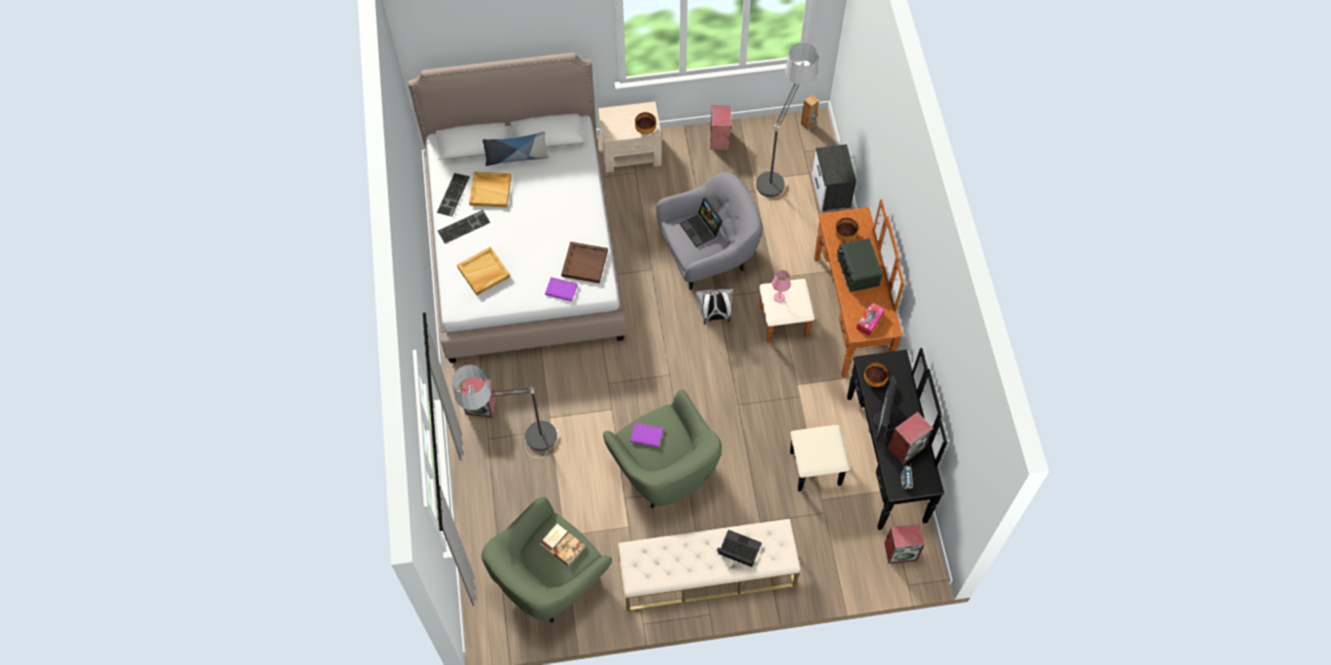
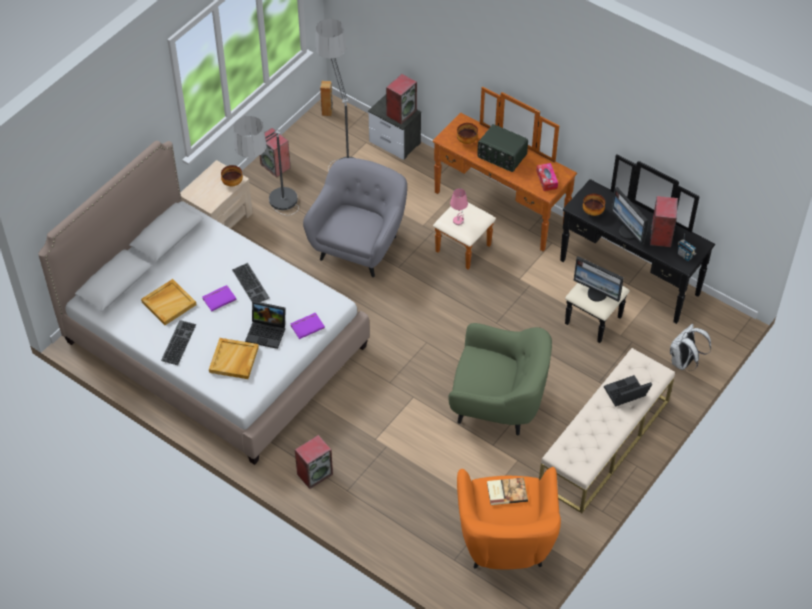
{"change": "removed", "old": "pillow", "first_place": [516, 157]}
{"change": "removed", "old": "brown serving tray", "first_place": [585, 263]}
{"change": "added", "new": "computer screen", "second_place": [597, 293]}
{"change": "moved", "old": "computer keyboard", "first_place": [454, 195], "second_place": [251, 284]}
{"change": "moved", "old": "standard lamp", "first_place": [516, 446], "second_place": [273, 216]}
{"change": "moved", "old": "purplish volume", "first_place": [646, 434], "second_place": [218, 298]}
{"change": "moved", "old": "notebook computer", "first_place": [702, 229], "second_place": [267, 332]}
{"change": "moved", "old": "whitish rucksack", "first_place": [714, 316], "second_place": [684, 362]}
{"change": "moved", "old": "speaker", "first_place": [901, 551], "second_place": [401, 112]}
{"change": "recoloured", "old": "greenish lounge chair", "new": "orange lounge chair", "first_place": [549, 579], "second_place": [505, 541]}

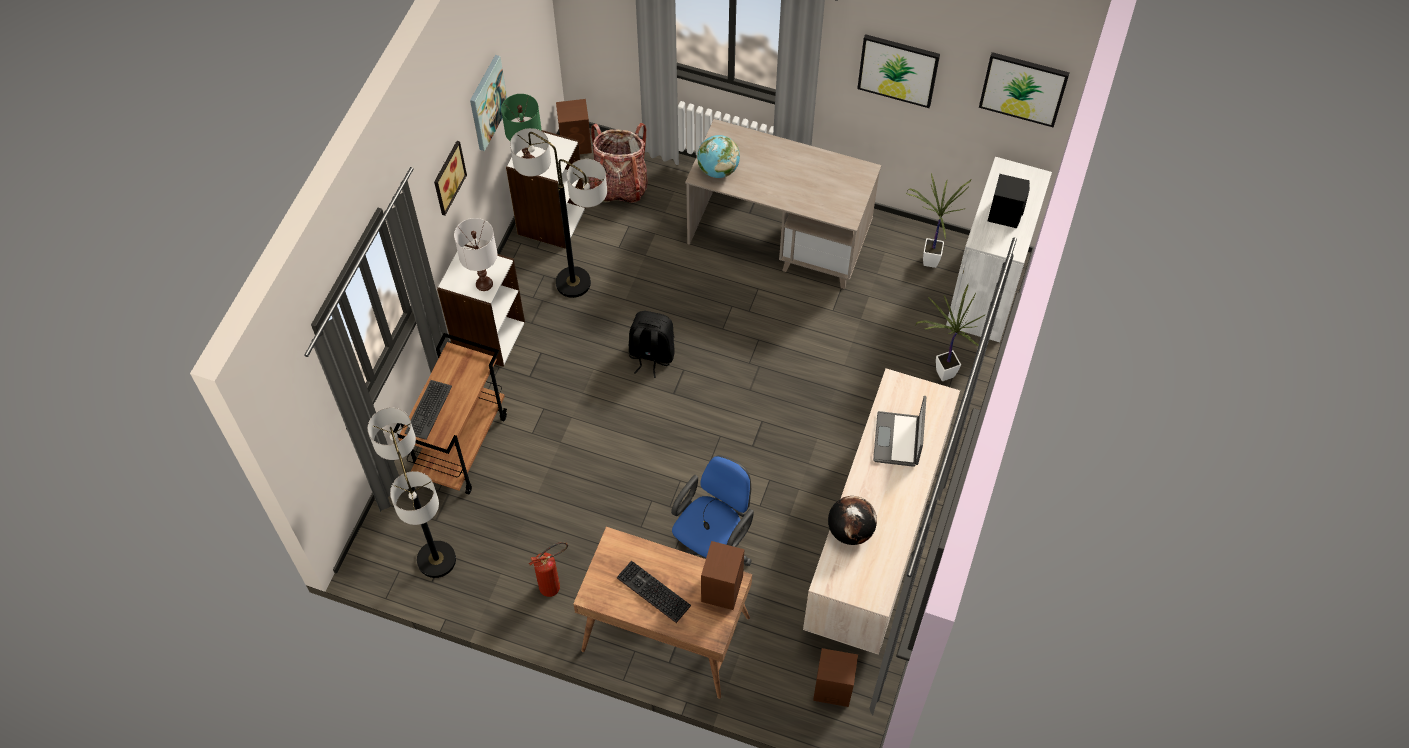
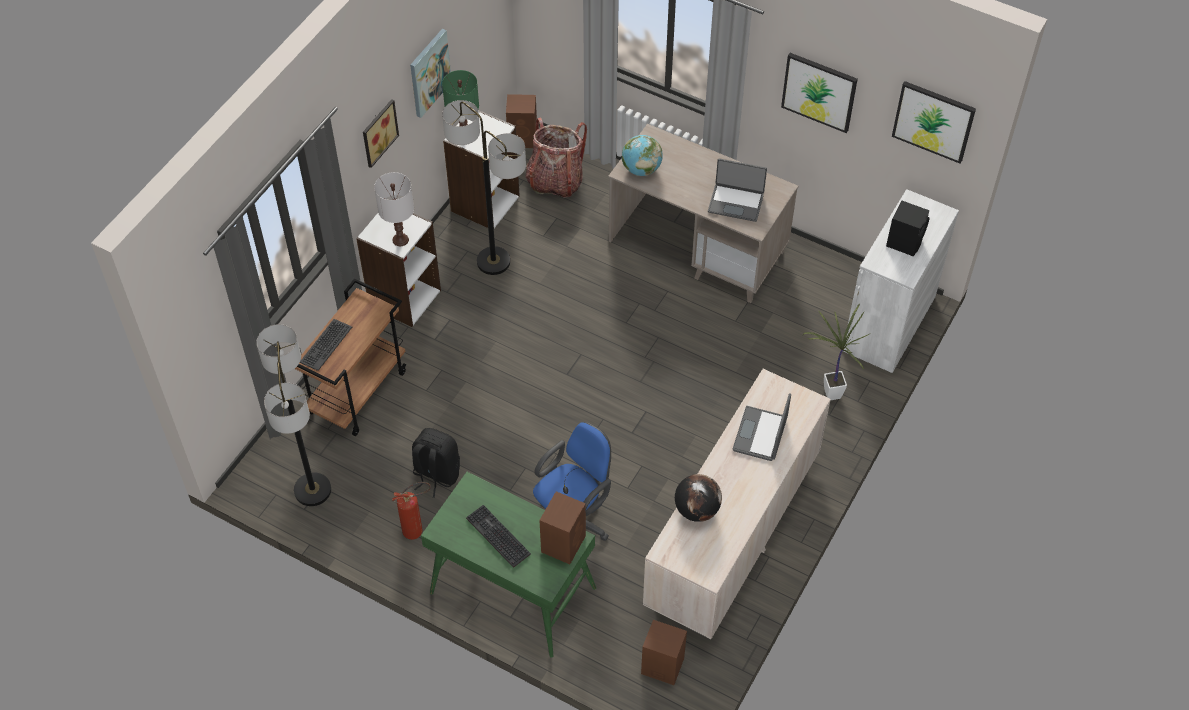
{"change": "removed", "old": "potted plant", "first_place": [927, 259]}
{"change": "added", "new": "notebook computer", "second_place": [736, 202]}
{"change": "moved", "old": "black-coloured rucksack", "first_place": [651, 355], "second_place": [436, 474]}
{"change": "recoloured", "old": "brown desk", "new": "greenish desk", "first_place": [665, 634], "second_place": [512, 591]}

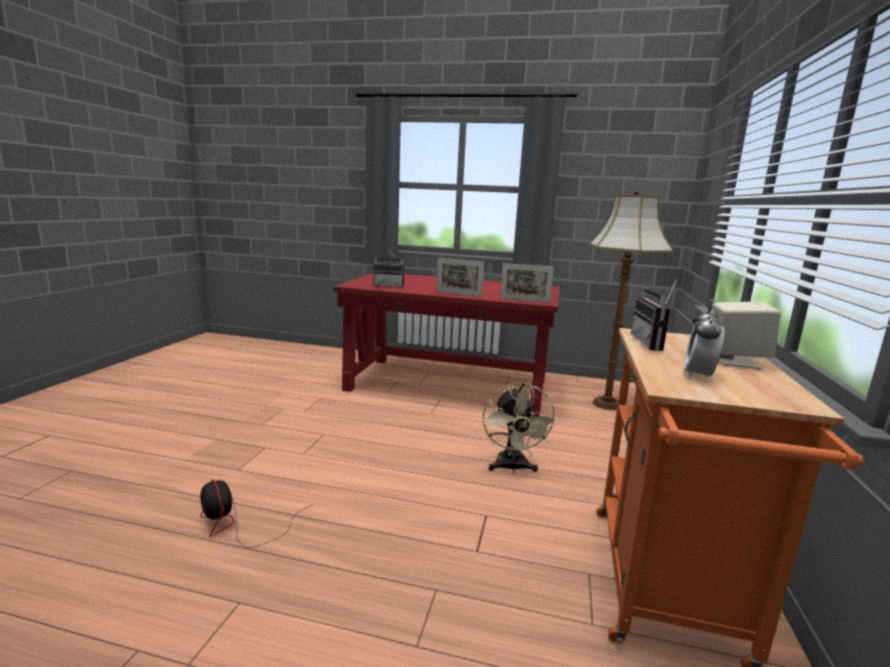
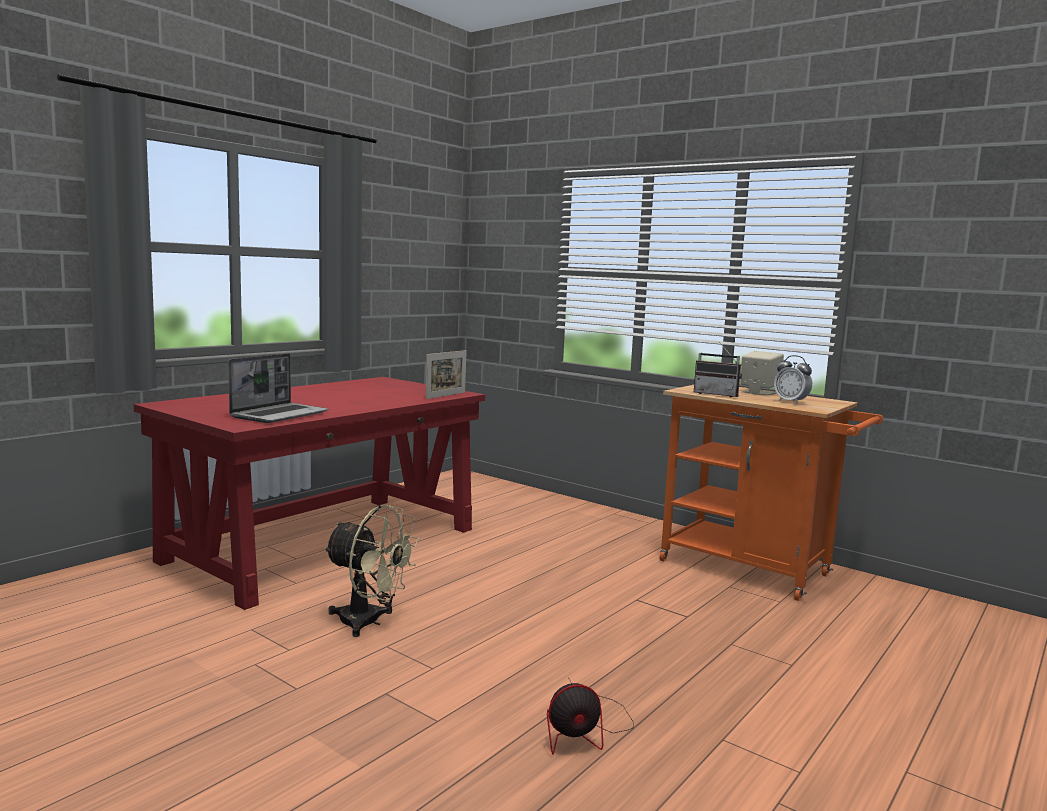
{"change": "removed", "old": "picture frame", "first_place": [458, 294]}
{"change": "removed", "old": "standard lamp", "first_place": [608, 404]}
{"change": "moved", "old": "beige cooling fan", "first_place": [512, 468], "second_place": [369, 622]}
{"change": "replaced", "old": "radio receiver", "new": "notebook computer", "first_place": [389, 286], "second_place": [280, 414]}

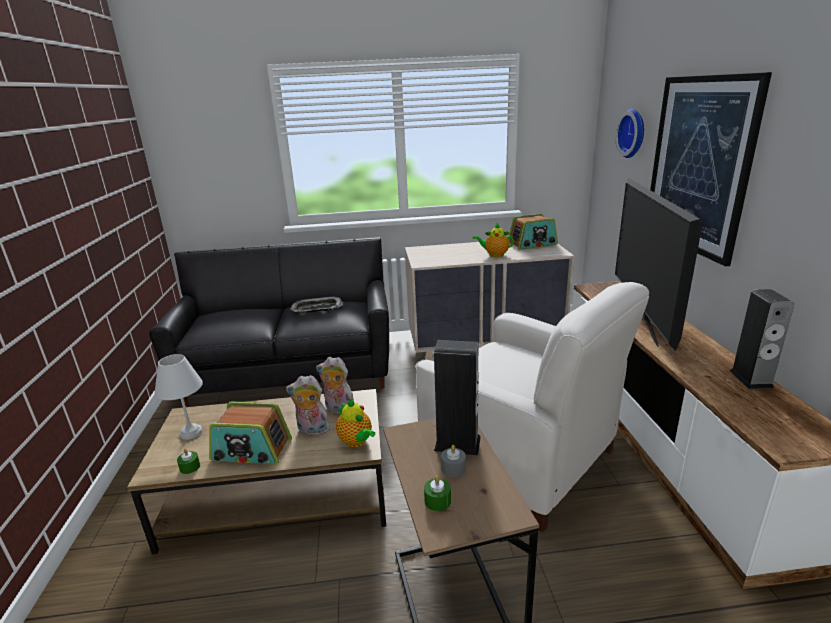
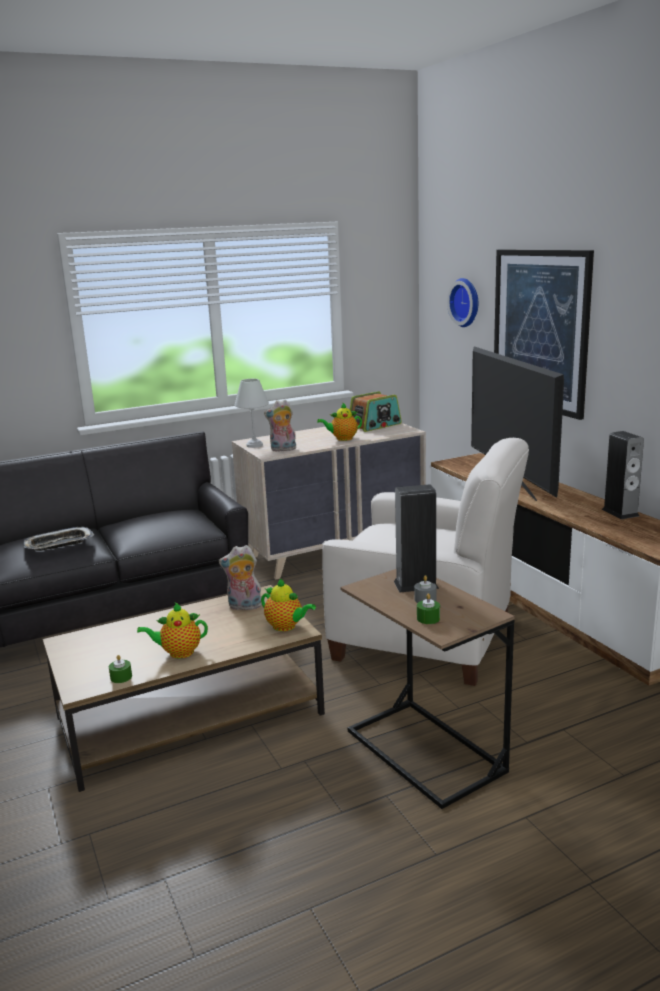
{"change": "moved", "old": "whitish lamp for a table", "first_place": [190, 432], "second_place": [253, 445]}
{"change": "moved", "old": "soft toy", "first_place": [312, 430], "second_place": [283, 450]}
{"change": "moved", "old": "serving tray", "first_place": [316, 309], "second_place": [58, 544]}
{"change": "replaced", "old": "radio receiver", "new": "pot for tea", "first_place": [251, 450], "second_place": [178, 653]}

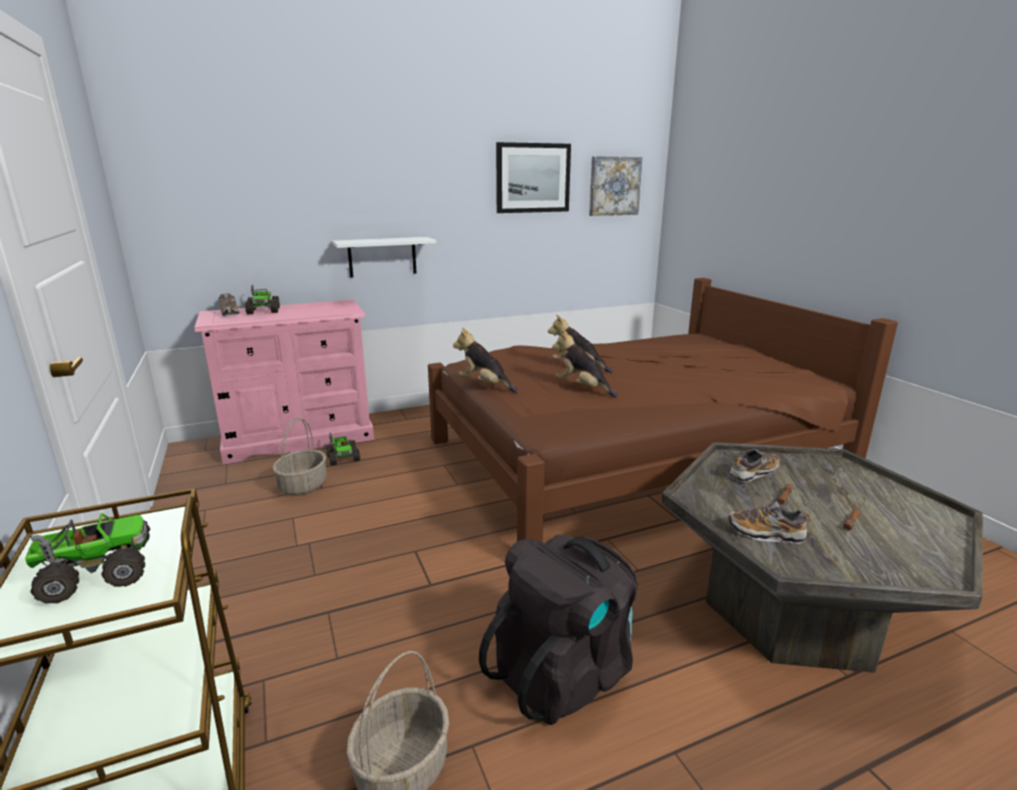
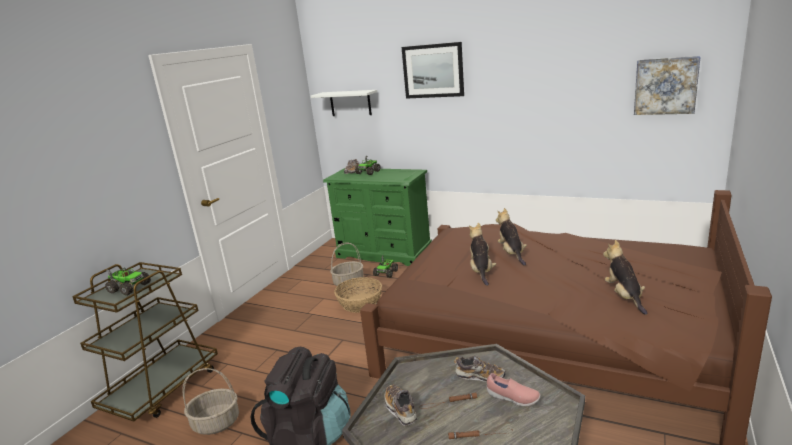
{"change": "added", "new": "storage basket", "second_place": [360, 303]}
{"change": "added", "new": "pinkish low shoe", "second_place": [512, 398]}
{"change": "moved", "old": "whitish bracket shelf", "first_place": [382, 257], "second_place": [350, 103]}
{"change": "moved", "old": "soft toy", "first_place": [485, 385], "second_place": [624, 296]}
{"change": "moved", "old": "wall art", "first_place": [533, 178], "second_place": [433, 71]}
{"change": "recoloured", "old": "pinkish chest of drawers", "new": "greenish chest of drawers", "first_place": [299, 438], "second_place": [384, 253]}

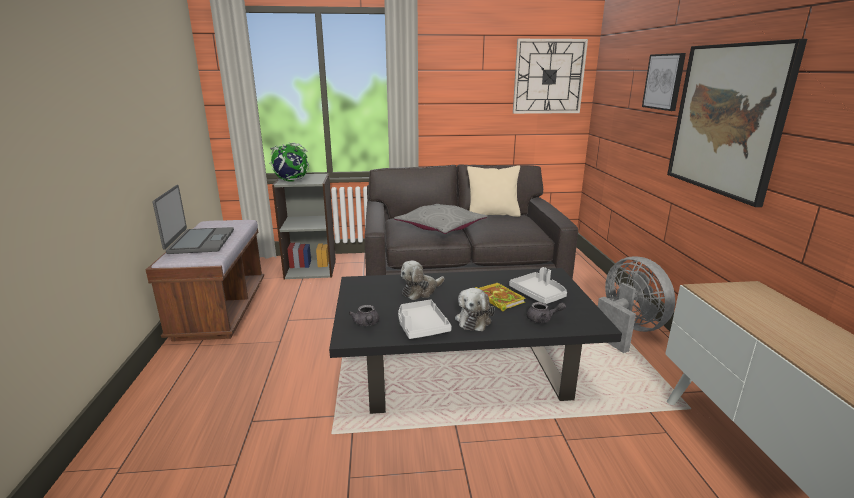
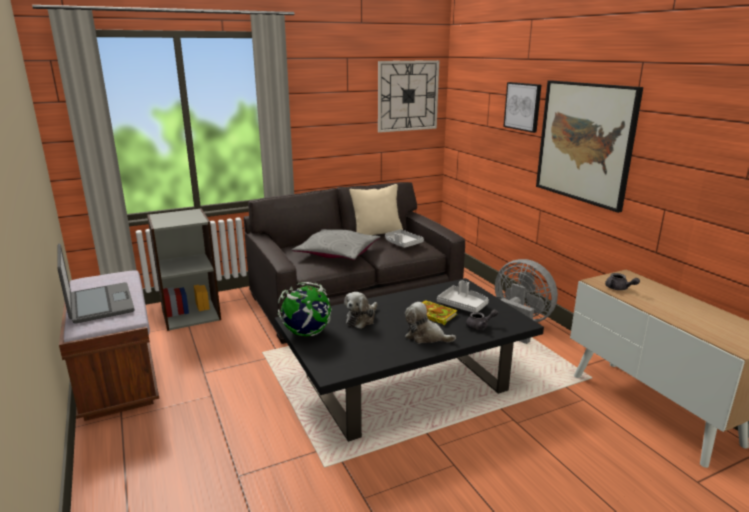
{"change": "moved", "old": "globe", "first_place": [291, 181], "second_place": [306, 333]}
{"change": "moved", "old": "grey pot for tea", "first_place": [366, 324], "second_place": [619, 288]}
{"change": "moved", "old": "grey serving tray", "first_place": [421, 326], "second_place": [402, 243]}
{"change": "turned", "old": "soft toy", "first_place": [474, 319], "second_place": [426, 336], "degrees": 120}

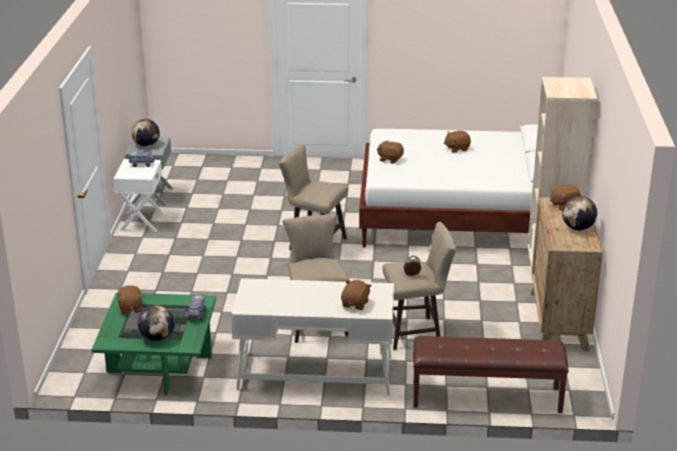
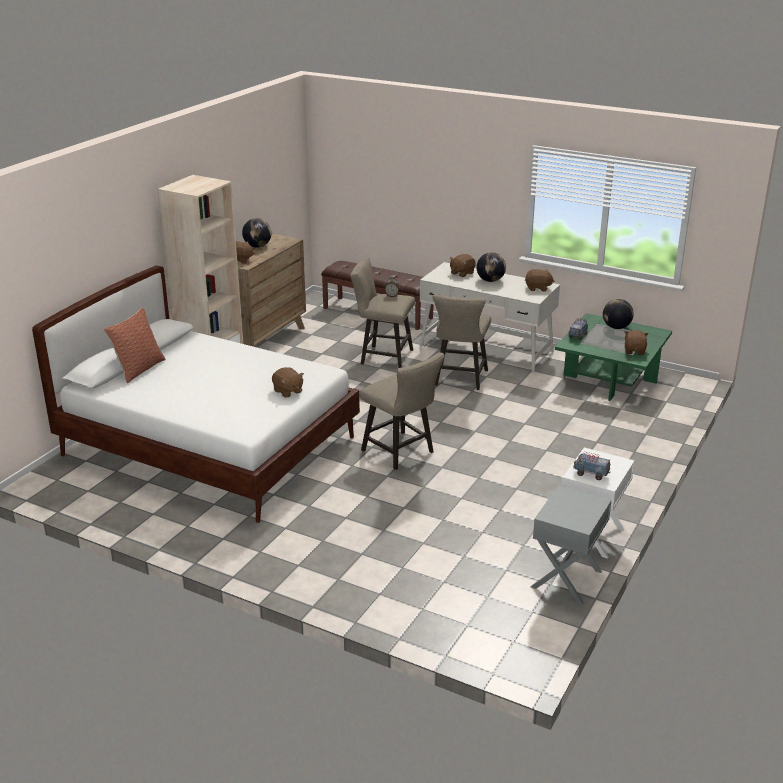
{"change": "added", "new": "pillow", "second_place": [138, 369]}
{"change": "moved", "old": "globe", "first_place": [146, 145], "second_place": [490, 280]}
{"change": "moved", "old": "brown soft toy", "first_place": [457, 148], "second_place": [538, 288]}

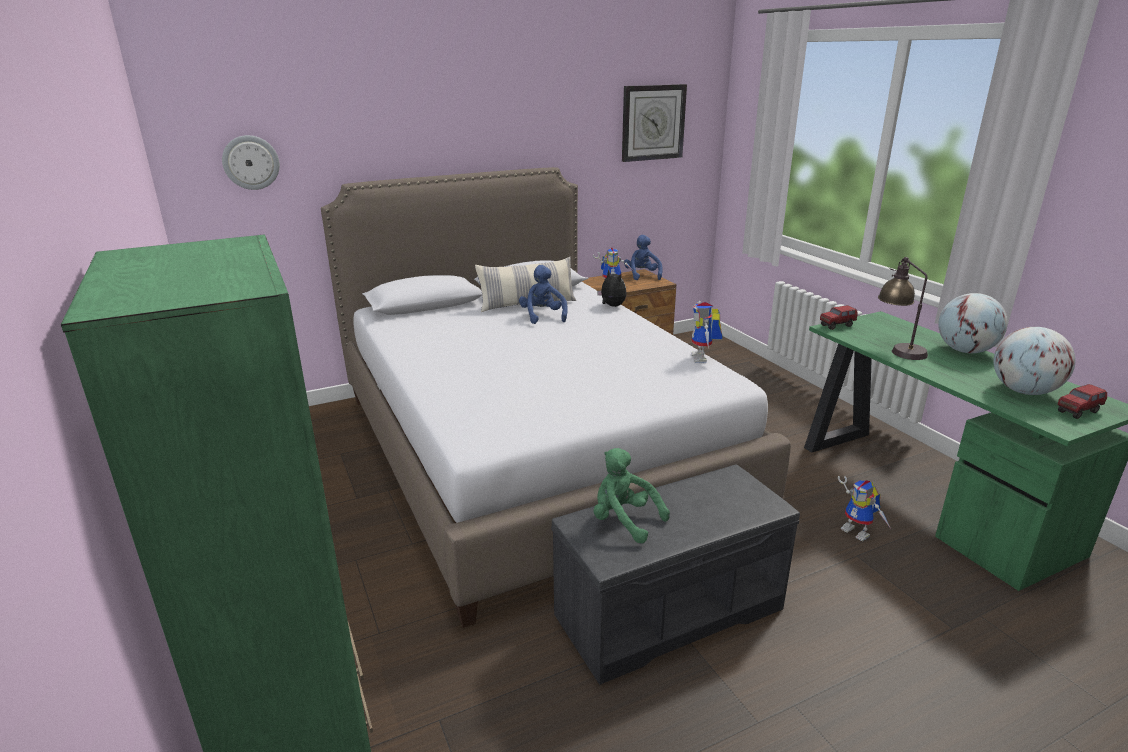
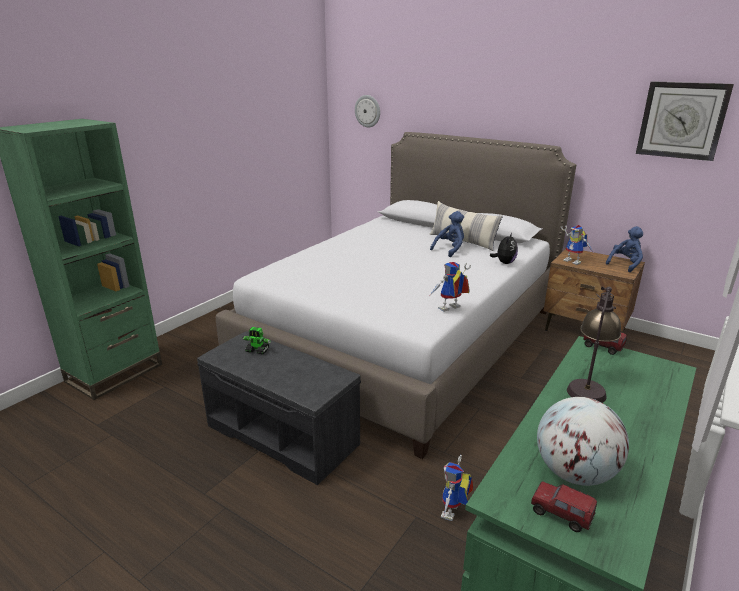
{"change": "removed", "old": "globe", "first_place": [965, 351]}
{"change": "replaced", "old": "greenish soft toy", "new": "toy robot", "first_place": [624, 520], "second_place": [257, 350]}

